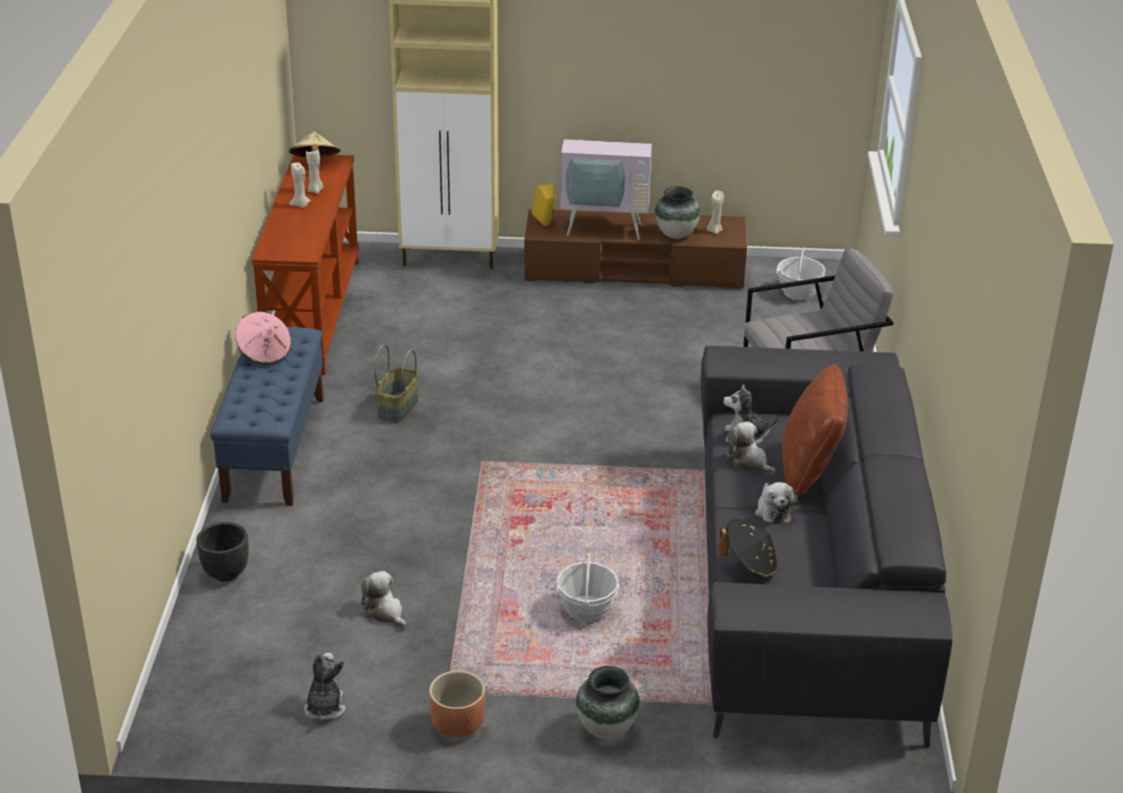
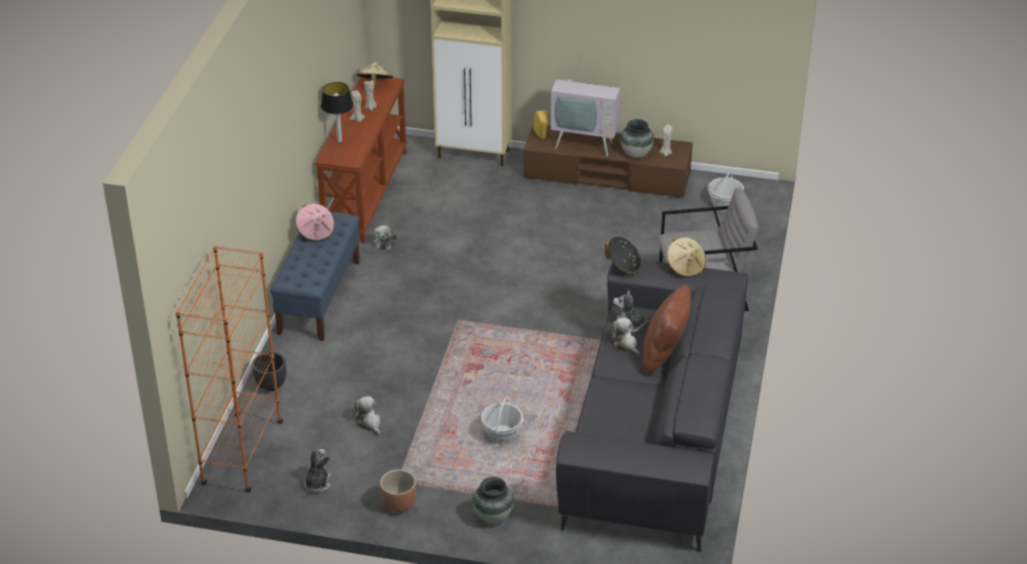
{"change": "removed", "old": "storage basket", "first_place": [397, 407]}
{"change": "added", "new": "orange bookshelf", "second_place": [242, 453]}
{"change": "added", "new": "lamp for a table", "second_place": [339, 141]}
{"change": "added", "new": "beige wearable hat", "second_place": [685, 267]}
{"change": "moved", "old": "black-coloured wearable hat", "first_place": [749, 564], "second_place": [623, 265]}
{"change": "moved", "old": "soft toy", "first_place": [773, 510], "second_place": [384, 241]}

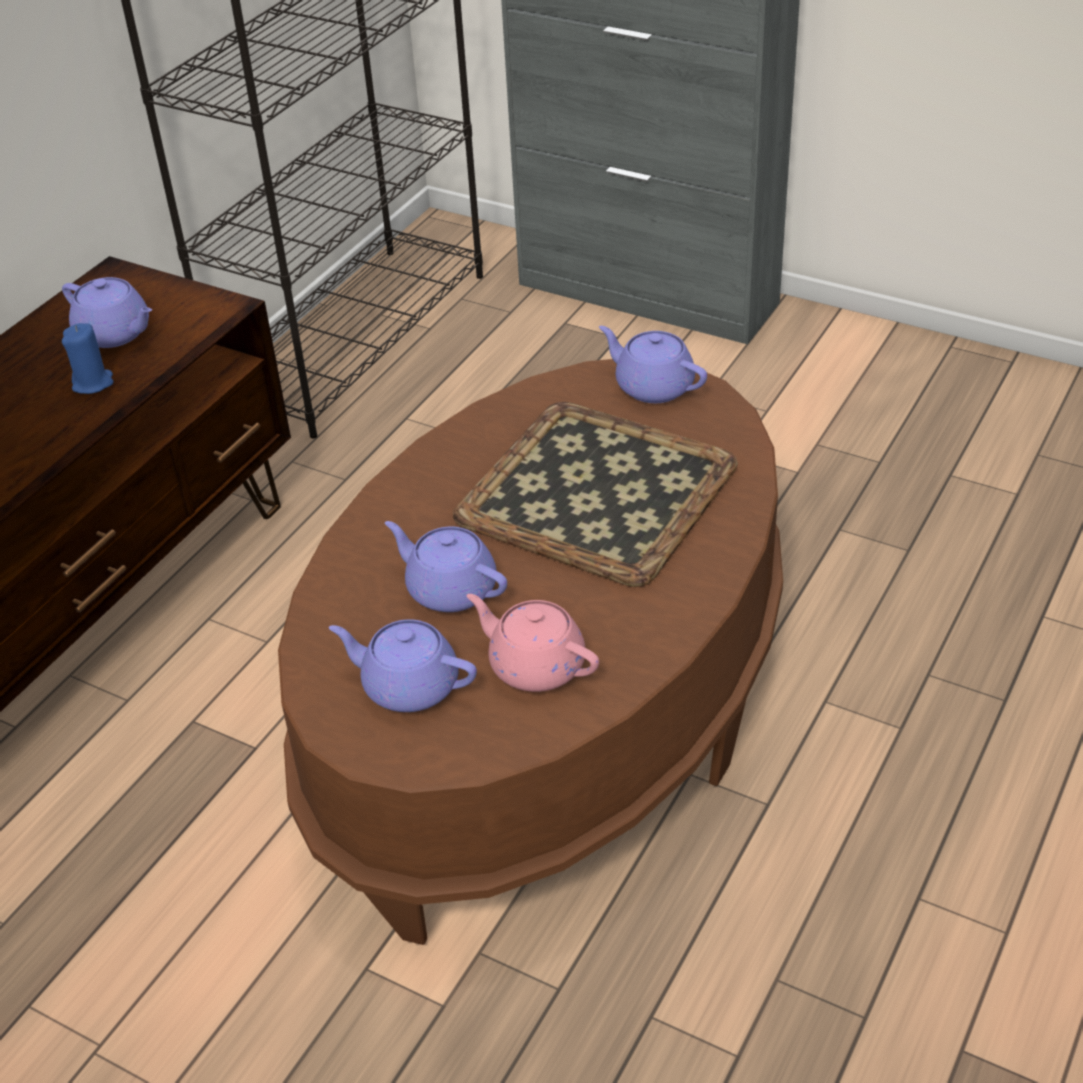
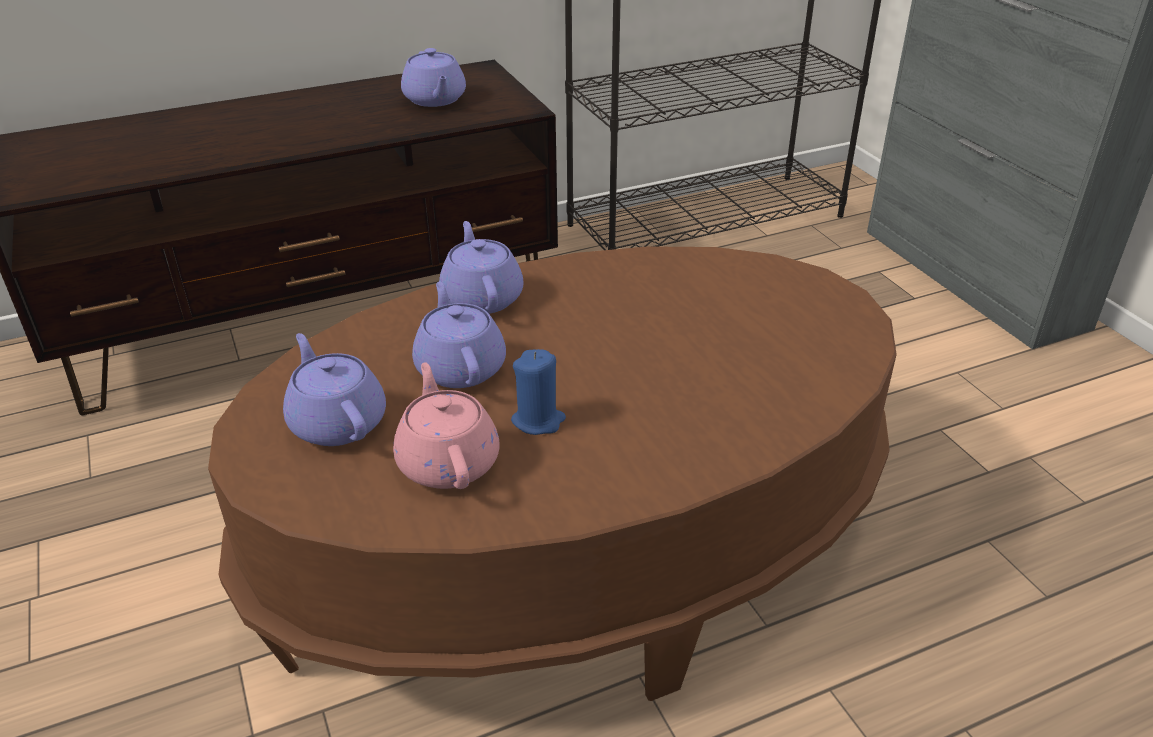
{"change": "removed", "old": "serving tray", "first_place": [600, 491]}
{"change": "moved", "old": "blue-coloured candle", "first_place": [93, 383], "second_place": [538, 420]}
{"change": "moved", "old": "purplish pot for tea", "first_place": [652, 386], "second_place": [482, 297]}

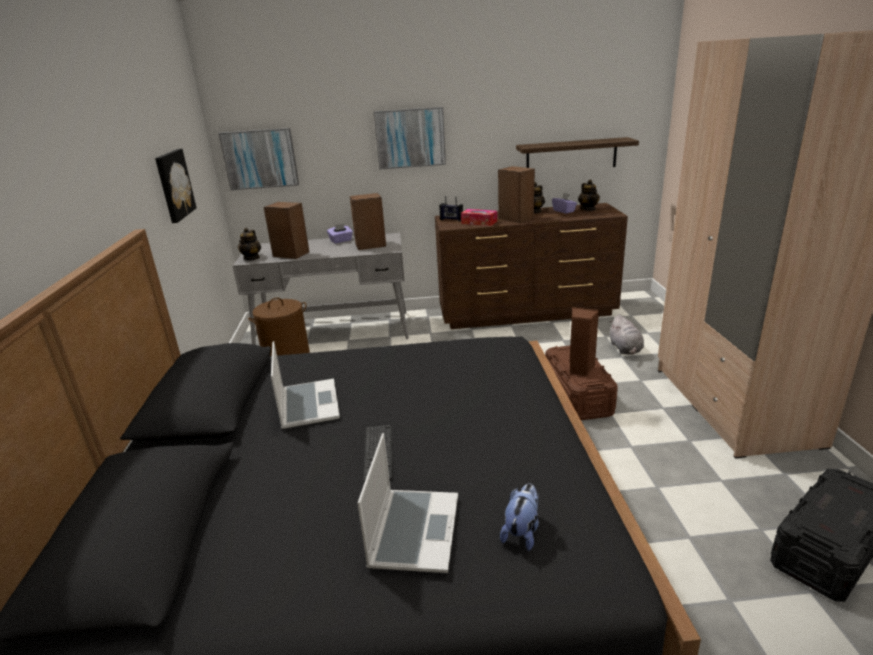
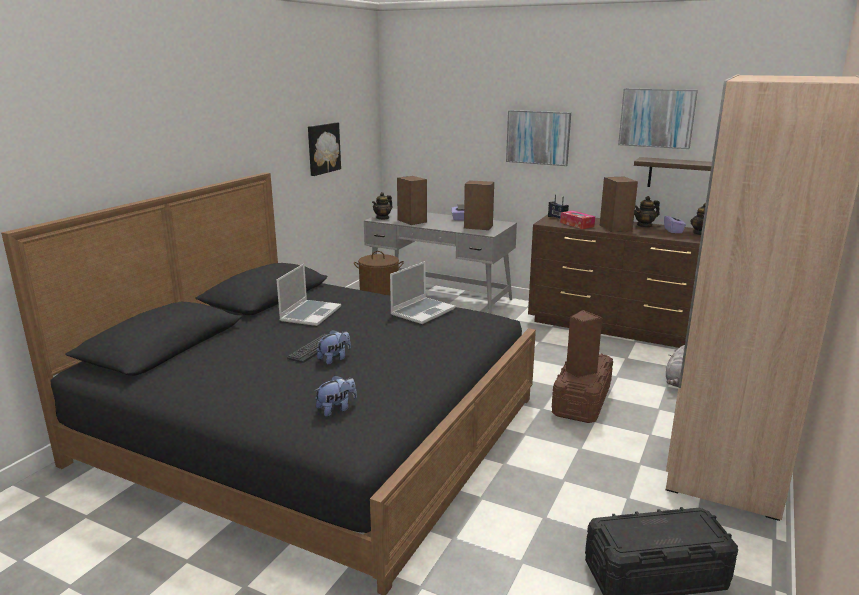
{"change": "added", "new": "soft toy", "second_place": [334, 359]}
{"change": "moved", "old": "wall art", "first_place": [260, 159], "second_place": [656, 118]}
{"change": "moved", "old": "notebook computer", "first_place": [413, 530], "second_place": [422, 311]}

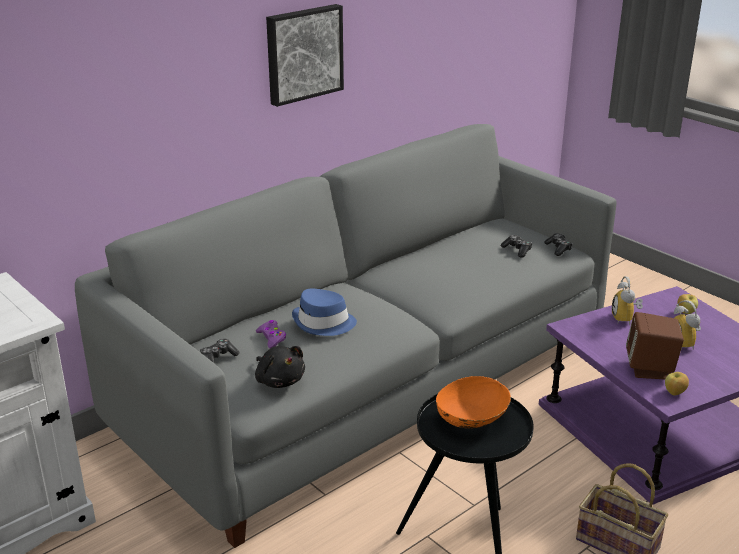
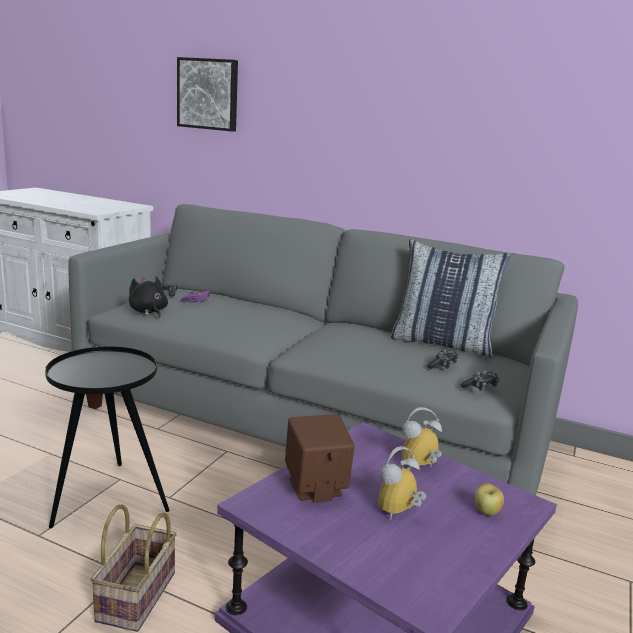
{"change": "removed", "old": "blue-coloured wearable hat", "first_place": [323, 323]}
{"change": "removed", "old": "orange serving bowl", "first_place": [471, 421]}
{"change": "removed", "old": "whole apple", "first_place": [674, 393]}
{"change": "added", "new": "pillow", "second_place": [442, 343]}
{"change": "moved", "old": "wall art", "first_place": [303, 53], "second_place": [208, 94]}
{"change": "turned", "old": "black-coloured soft toy", "first_place": [279, 380], "second_place": [148, 311], "degrees": 120}

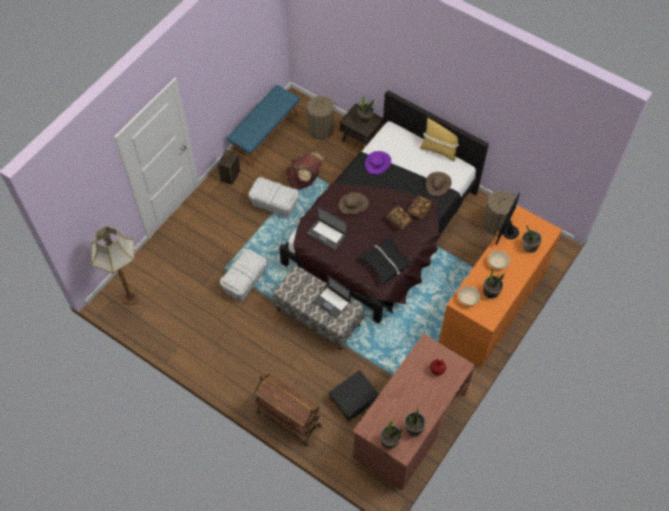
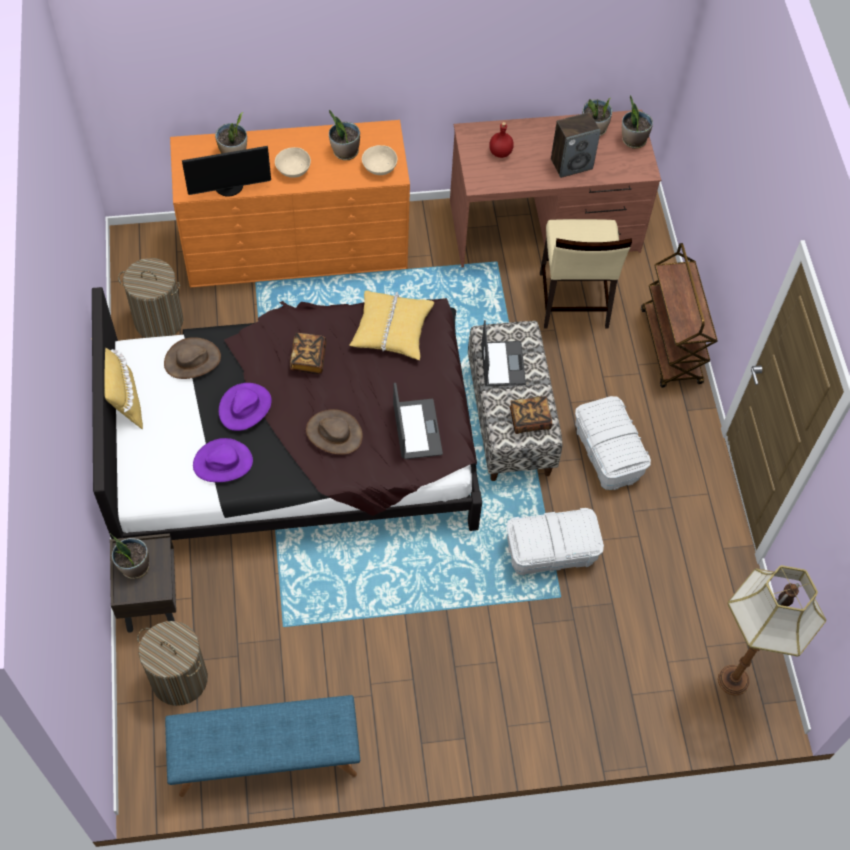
{"change": "removed", "old": "brown rucksack", "first_place": [304, 180]}
{"change": "added", "new": "purplish wearable hat", "second_place": [245, 407]}
{"change": "moved", "old": "speaker", "first_place": [230, 176], "second_place": [571, 164]}
{"change": "moved", "old": "whitish storage container", "first_place": [274, 204], "second_place": [608, 453]}
{"change": "moved", "old": "volume", "first_place": [418, 210], "second_place": [529, 420]}
{"change": "replaced", "old": "black-coloured travel case", "new": "beige upright chair", "first_place": [354, 398], "second_place": [573, 301]}
{"change": "recoloured", "old": "black-coloured pillow", "new": "yellow pillow", "first_place": [385, 263], "second_place": [392, 329]}

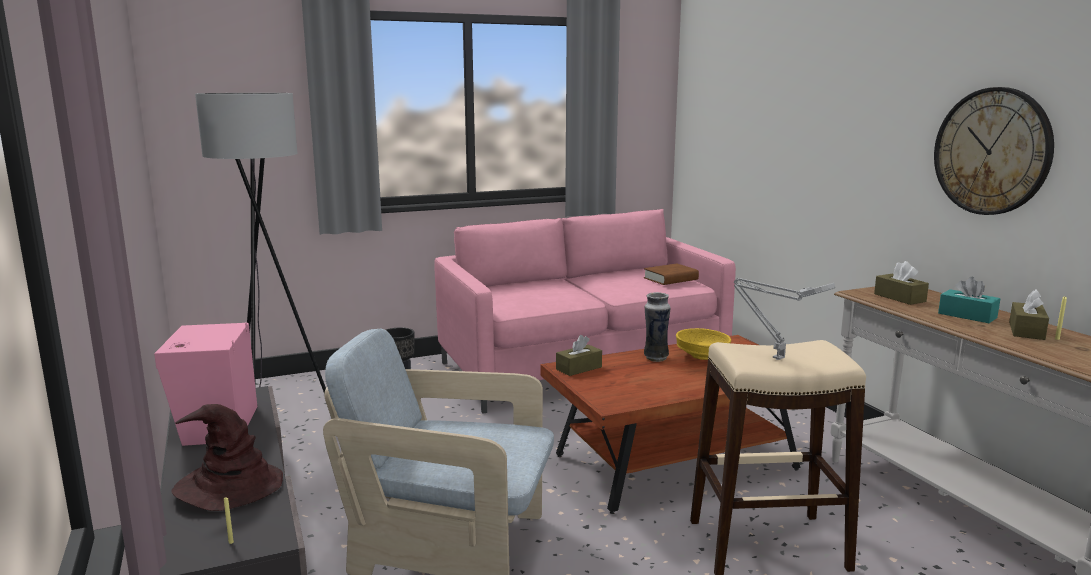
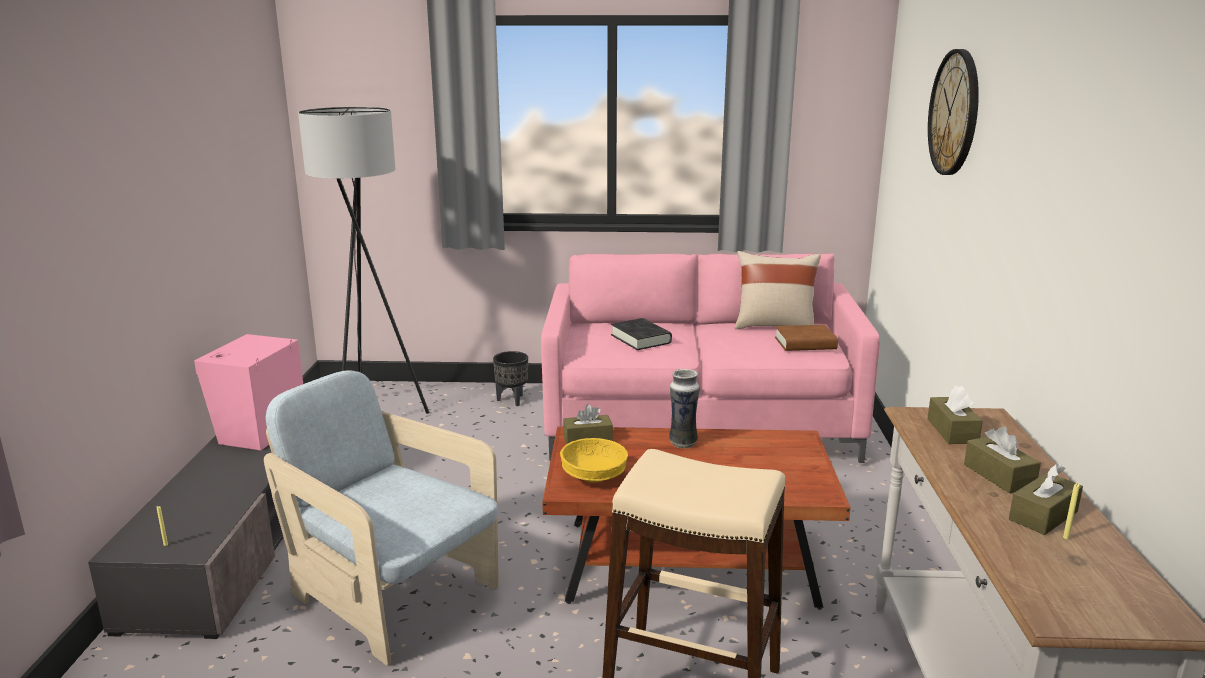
{"change": "removed", "old": "brown wearable hat", "first_place": [228, 487]}
{"change": "removed", "old": "grey lamp for a table", "first_place": [775, 358]}
{"change": "added", "new": "black-coloured volume", "second_place": [640, 339]}
{"change": "added", "new": "beige pillow", "second_place": [774, 326]}
{"change": "moved", "old": "yellow serving bowl", "first_place": [701, 356], "second_place": [593, 476]}
{"change": "moved", "old": "wall clock", "first_place": [992, 151], "second_place": [954, 113]}
{"change": "recoloured", "old": "blue-green box of tissues", "new": "brown box of tissues", "first_place": [967, 315], "second_place": [999, 476]}

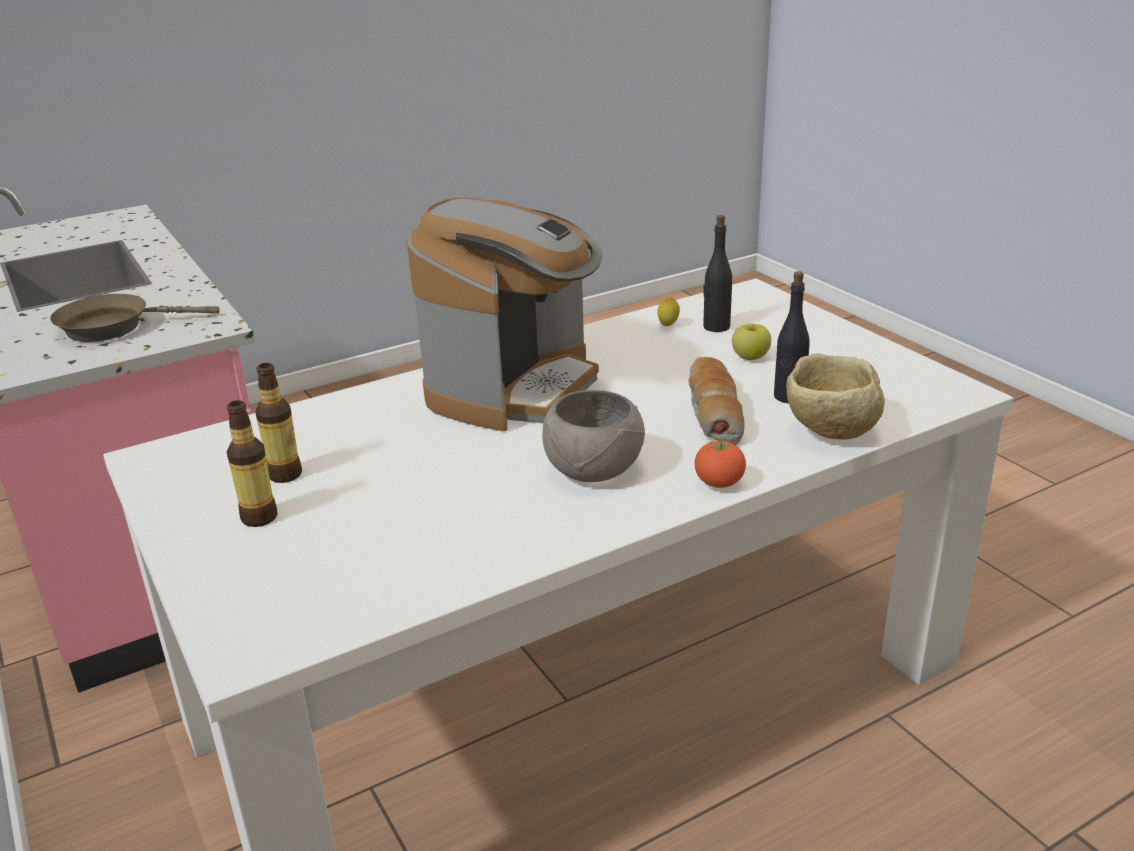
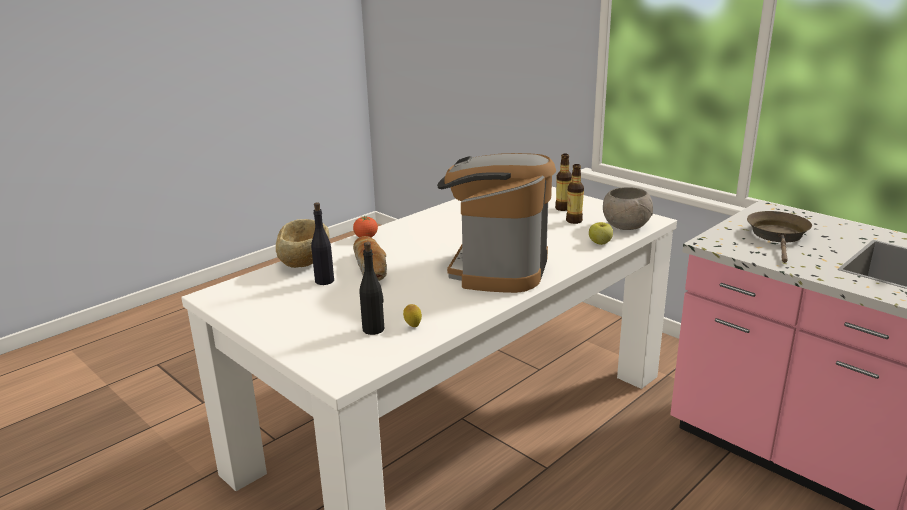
{"change": "moved", "old": "grey serving bowl", "first_place": [592, 471], "second_place": [626, 226]}
{"change": "moved", "old": "whole apple", "first_place": [750, 357], "second_place": [600, 243]}
{"change": "turned", "old": "brown frying pan", "first_place": [113, 327], "second_place": [778, 236], "degrees": -45}

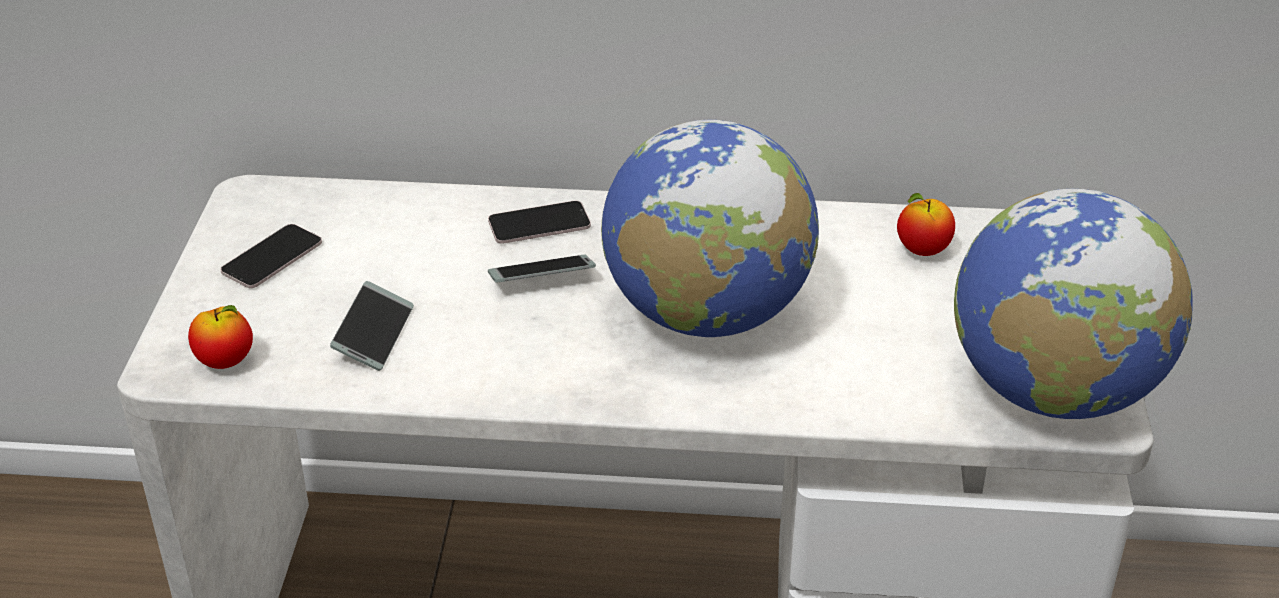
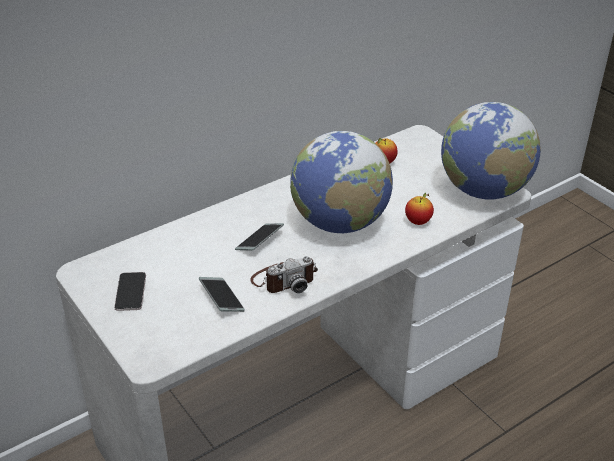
{"change": "removed", "old": "handset", "first_place": [539, 224]}
{"change": "added", "new": "photo camera", "second_place": [284, 280]}
{"change": "moved", "old": "whole apple", "first_place": [225, 362], "second_place": [418, 222]}

